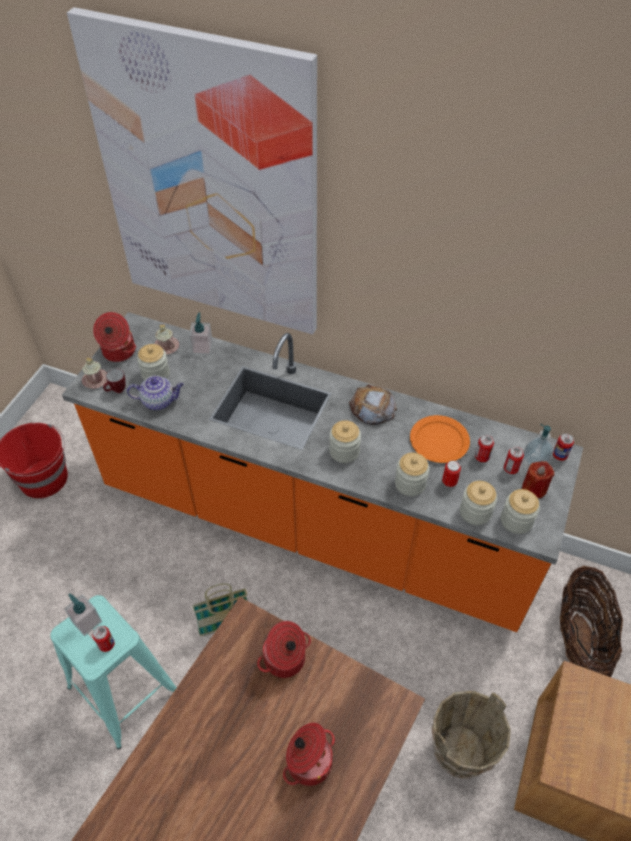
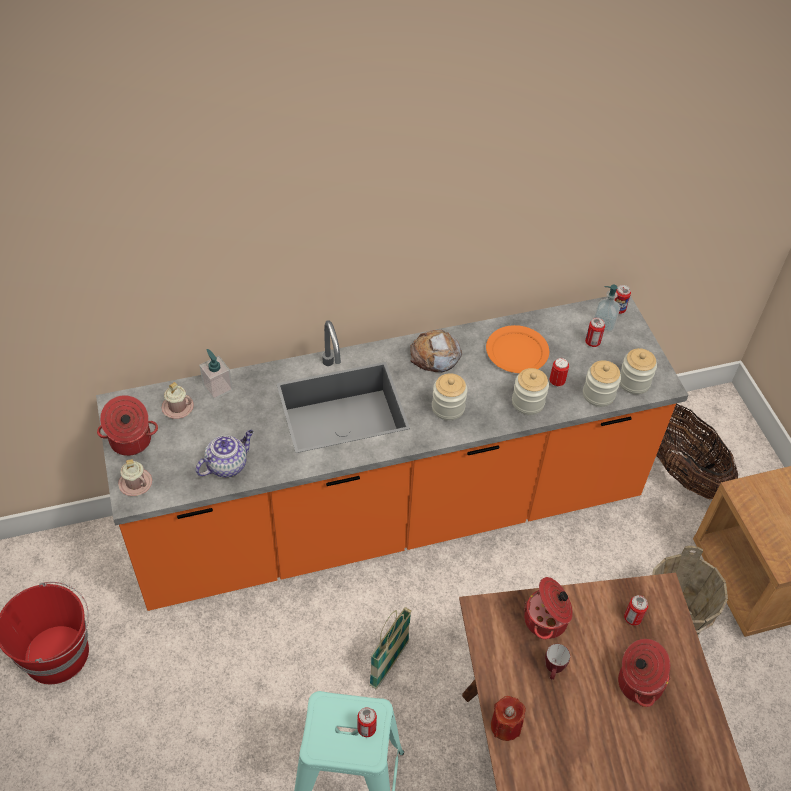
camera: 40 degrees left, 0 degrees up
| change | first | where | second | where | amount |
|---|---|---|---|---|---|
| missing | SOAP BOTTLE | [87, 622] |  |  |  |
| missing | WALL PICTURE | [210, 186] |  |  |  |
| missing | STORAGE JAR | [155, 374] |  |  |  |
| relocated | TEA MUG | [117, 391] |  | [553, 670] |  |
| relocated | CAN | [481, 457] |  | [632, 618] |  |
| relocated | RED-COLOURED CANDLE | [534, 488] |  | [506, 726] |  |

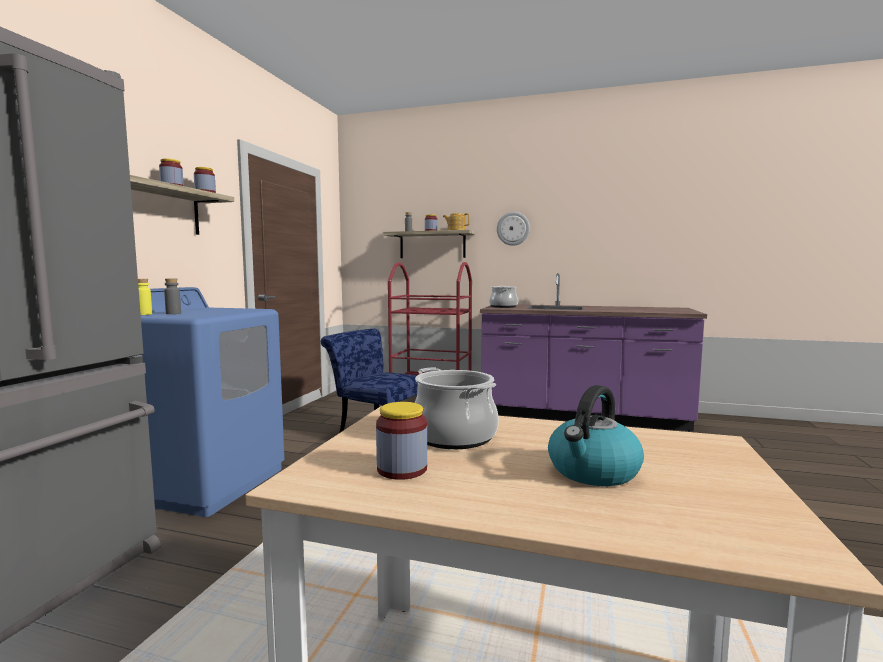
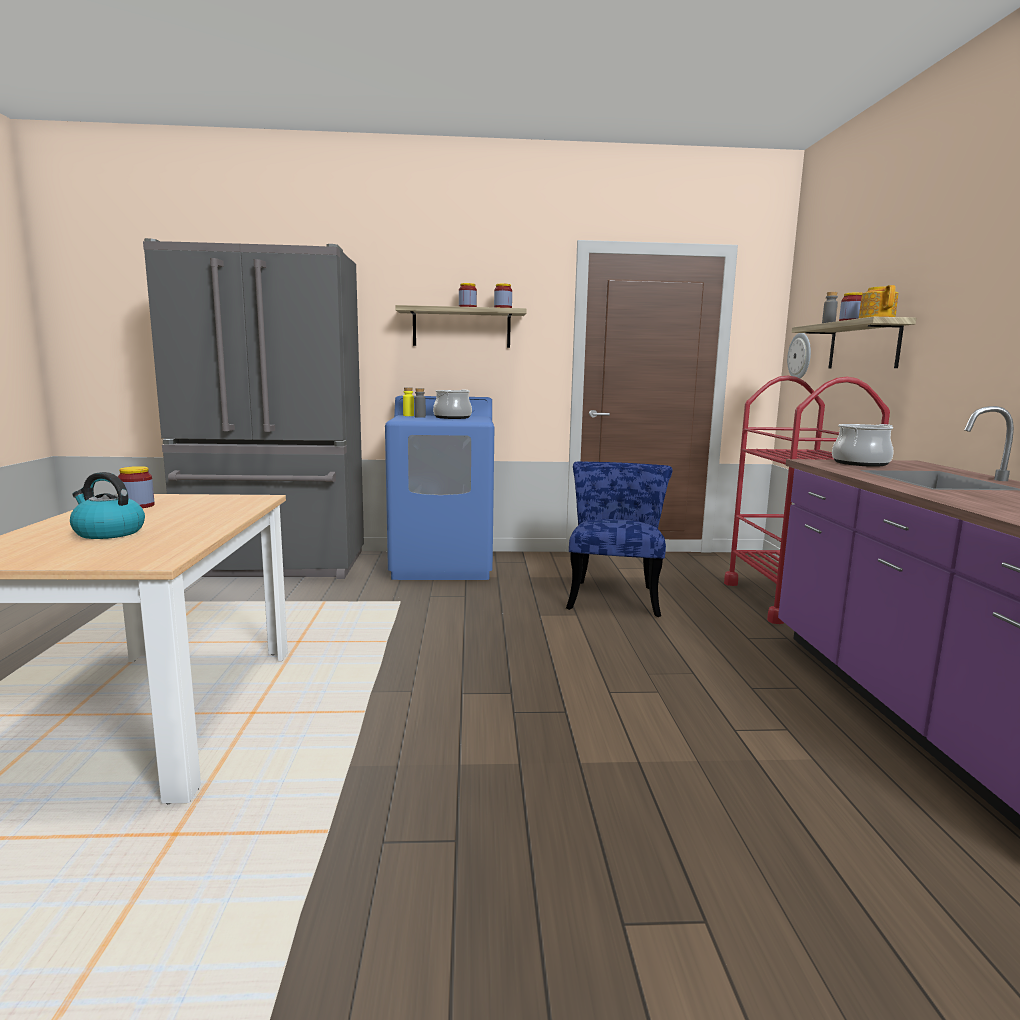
camera: 70 degrees right, 5 degrees up
| change | first | where | second | where | amount |
|---|---|---|---|---|---|
| relocated | STOCKPOT | [454, 436] |  | [452, 417] |  |
| relocated | CLOCK ON THE WALL | [513, 228] |  | [800, 356] |  |

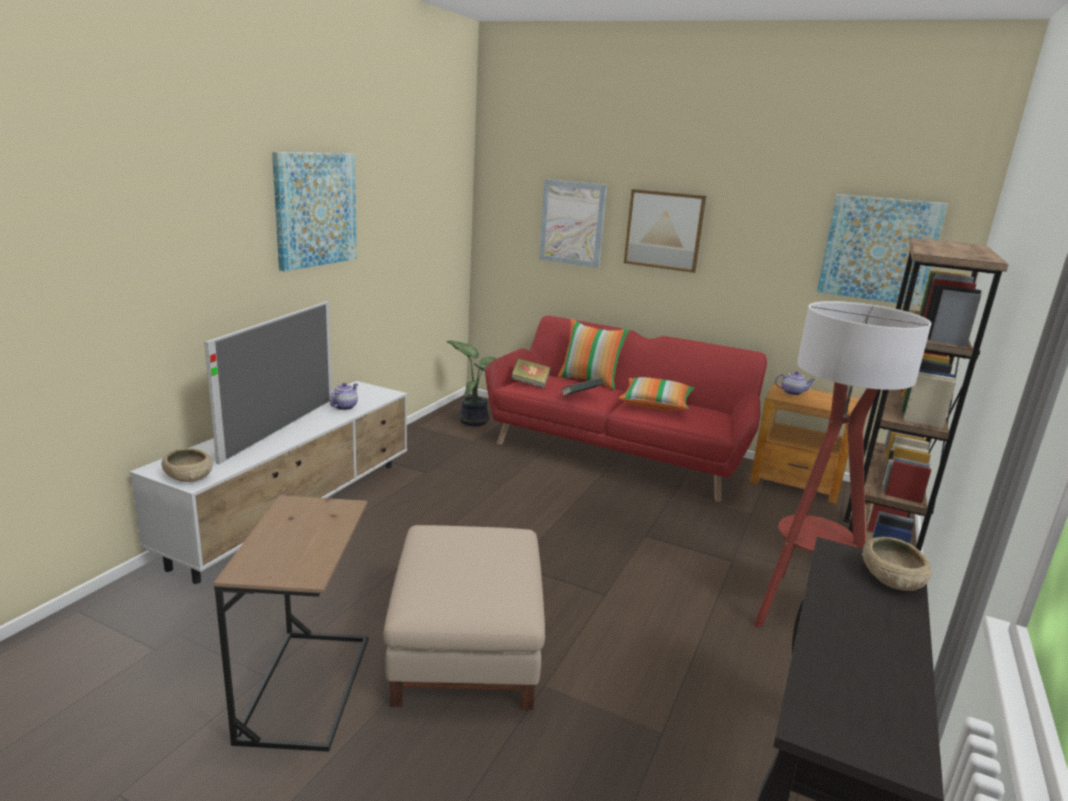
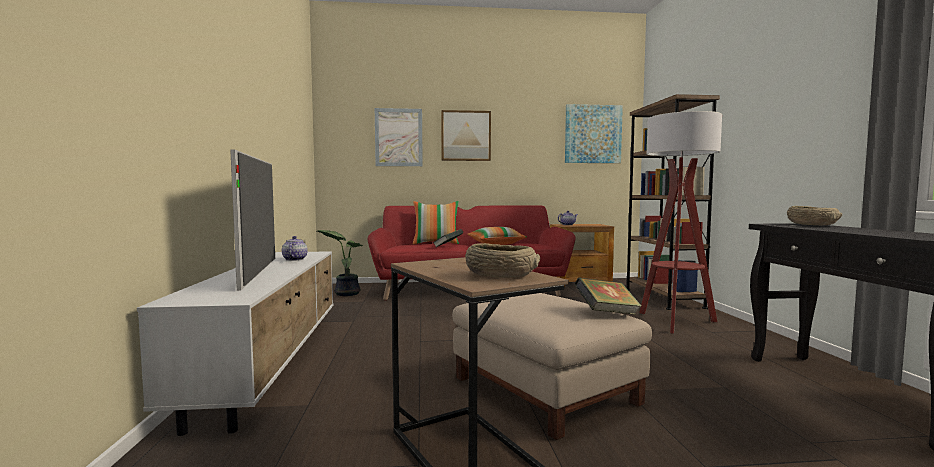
camera: 30 degrees left, 15 degrees down
| change | first | where | second | where | amount |
|---|---|---|---|---|---|
| missing | WALL PICTURE | [315, 209] |  |  |  |
| relocated | SAND-COLOURED DEEP DISH | [189, 475] |  | [501, 275] |  |
| relocated | BOUND BOOK | [530, 384] |  | [607, 313] |  |

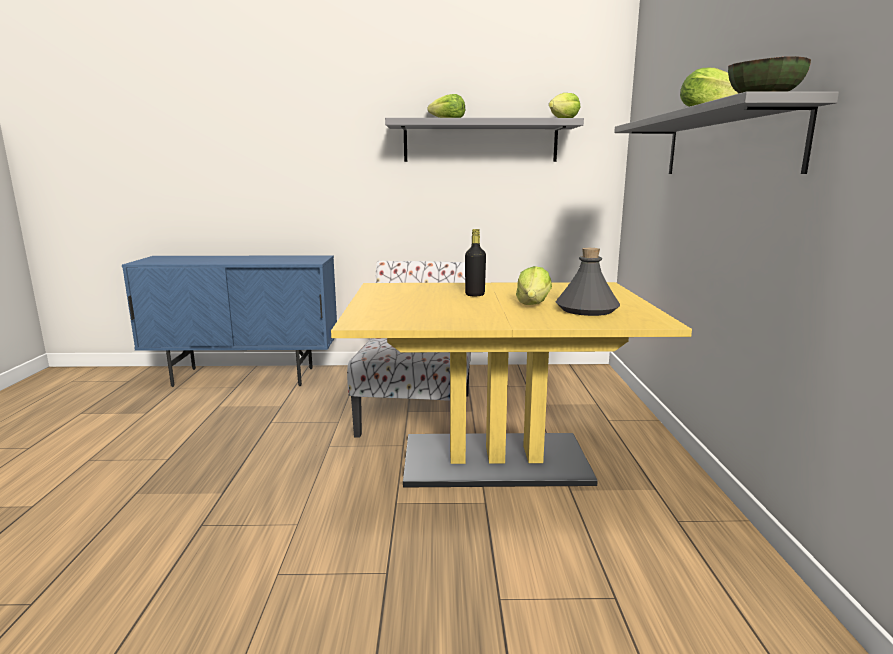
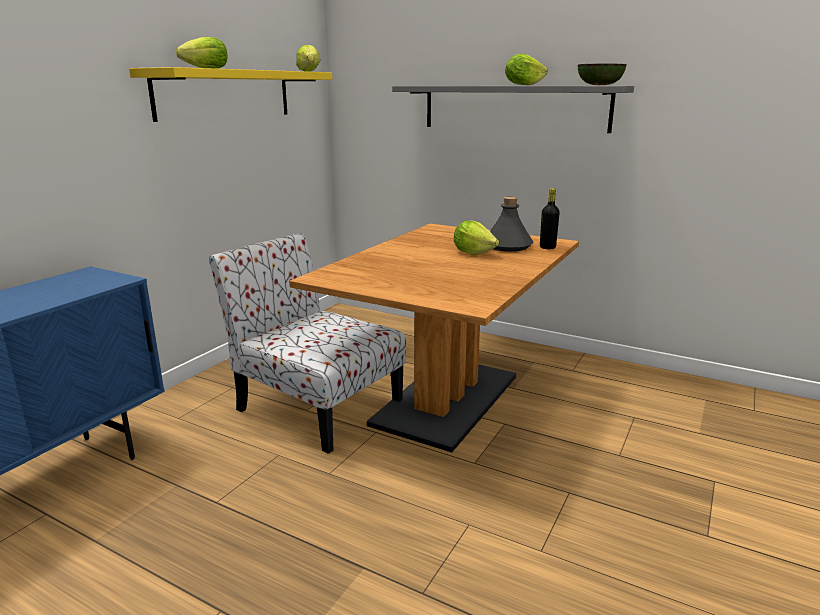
camera: 60 degrees left, 5 degrees up
| change | first | where | second | where | amount |
|---|---|---|---|---|---|
| relocated | BLACKISH BOTTLE | [475, 295] |  | [547, 247] |  |
| colour | YELLOW-COLOURED DINNER TABLE | [495, 460] | BROWNISH DINNER TABLE | [447, 400] |  |
| colour | GREY BRACKET SHELF | [480, 142] | YELLOW-COLOURED BRACKET SHELF | [225, 94] |  |

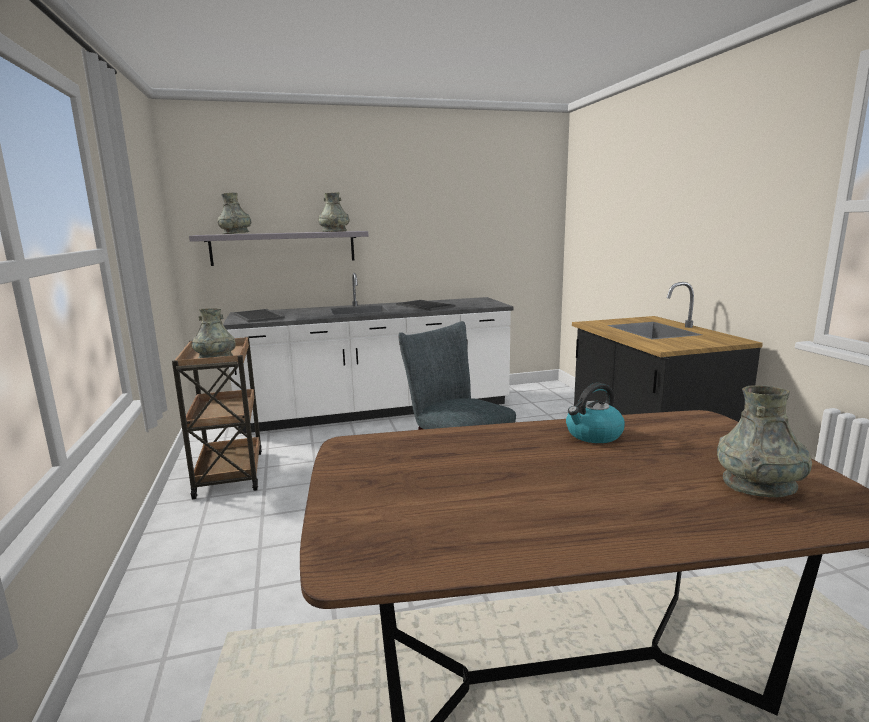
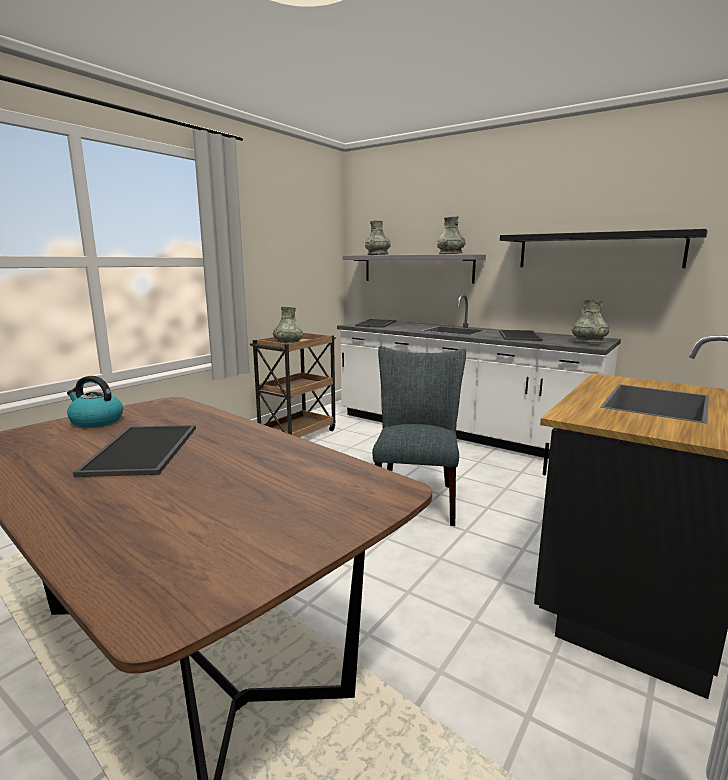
camera: 50 degrees right, 0 degrees up
| change | first | where | second | where | amount |
|---|---|---|---|---|---|
| appeared |  |  | SERVING TRAY | [144, 450] |  |
| appeared |  |  | BLACKISH BRACKET SHELF | [597, 250] |  |
| relocated | KETTLE | [593, 435] |  | [96, 421] |  |
| relocated | GREY DECORATIVE VASE | [758, 484] |  | [589, 342] |  |

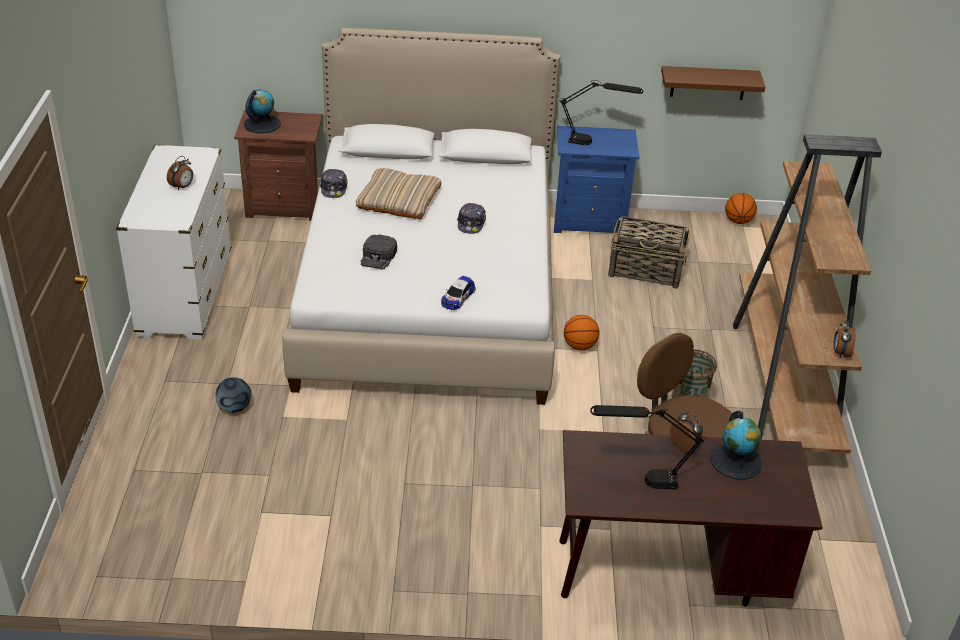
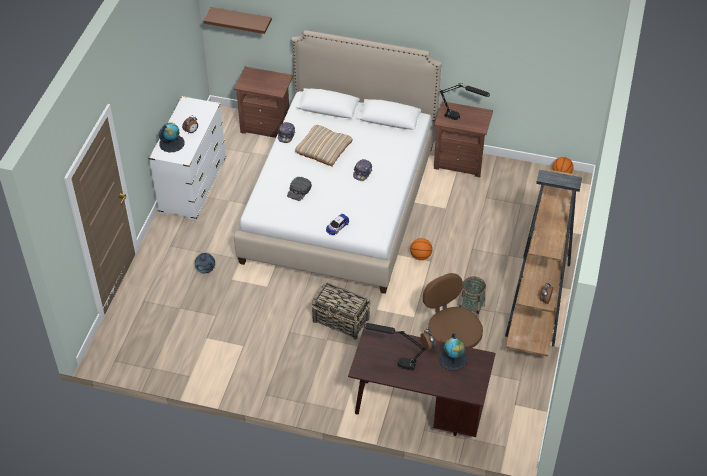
camera: 15 degrees right, 10 degrees up
| change | first | where | second | where | amount |
|---|---|---|---|---|---|
| relocated | WORLD GLOBE | [262, 124] |  | [172, 143] |  |
| relocated | STORAGE BASKET | [646, 271] |  | [341, 320] |  |
| relocated | BROWNISH BRACKET SHELF | [708, 83] |  | [241, 20] |  |
| colour | BLUE NIGHTSTAND | [589, 221] | BROWNISH NIGHTSTAND | [460, 162] |  |

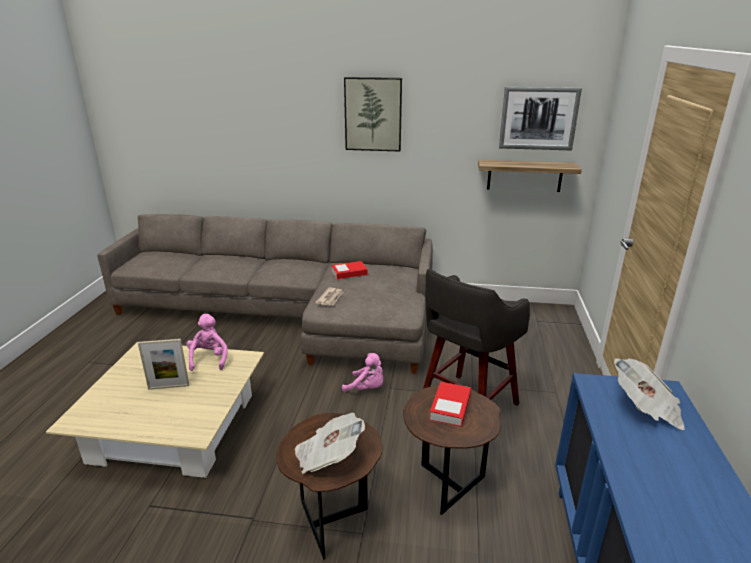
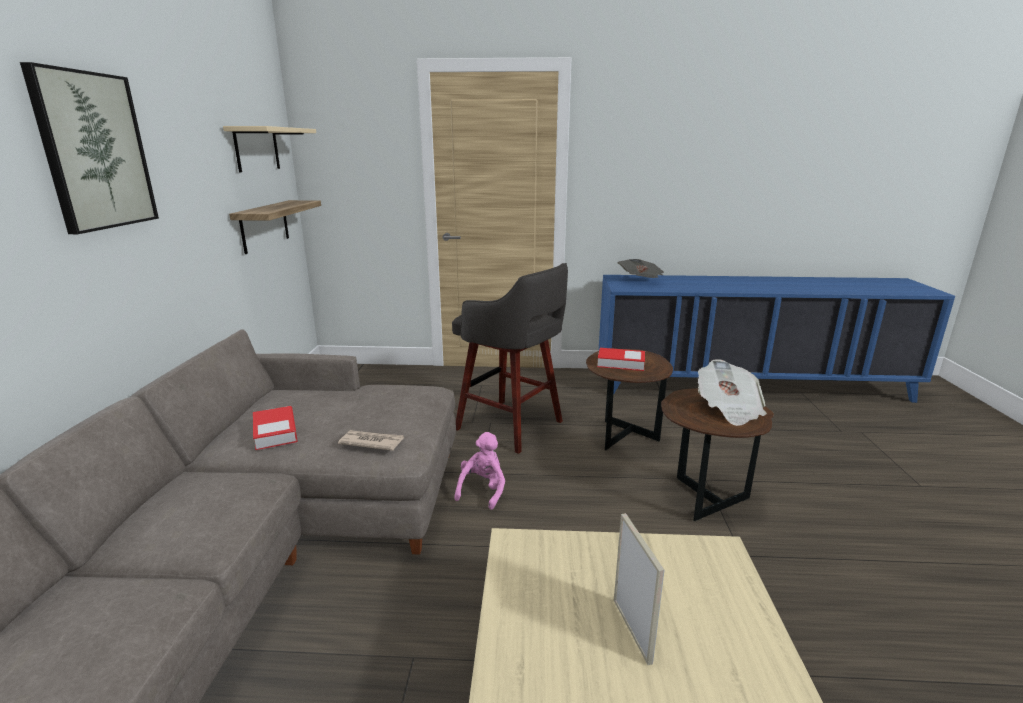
camera: 95 degrees left, 5 degrees down
| change | first | where | second | where | amount |
|---|---|---|---|---|---|
| missing | PINK-COLOURED CUDDLY TOY | [209, 359] |  |  |  |
| exchanged | WALL PICTURE | [538, 118] | SAND-COLOURED BRACKET SHELF | [257, 149] |  |

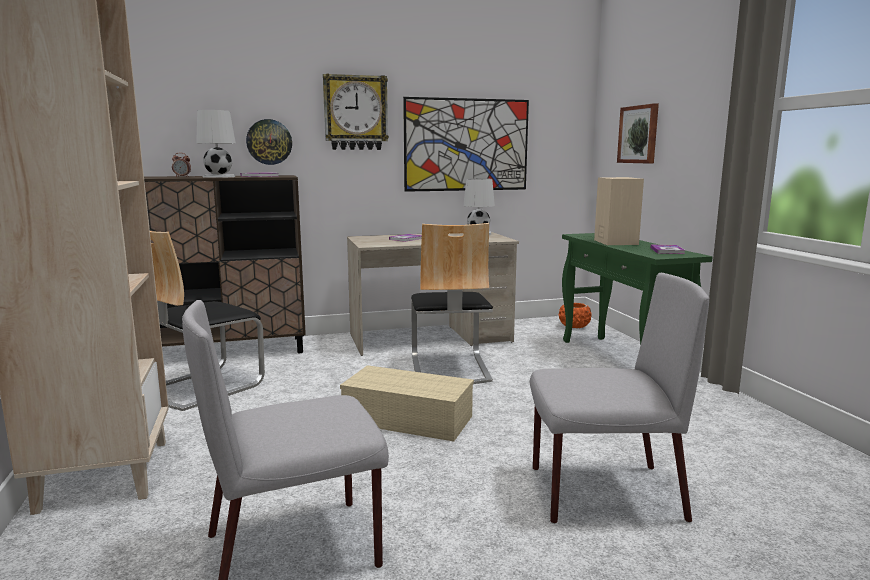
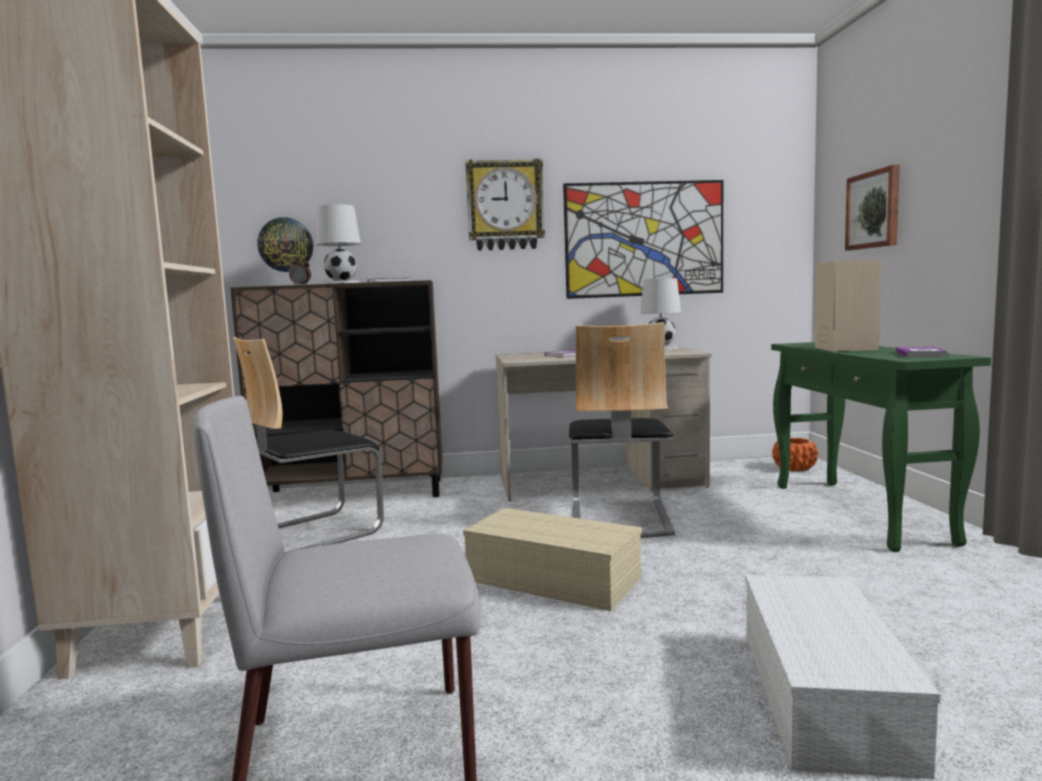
camera: 10 degrees right, 5 degrees down
| change | first | where | second | where | amount |
|---|---|---|---|---|---|
| relocated | CLOCK ON THE WALL | [269, 142] |  | [286, 245] |  |
| exchanged | GREY PLAIN CHAIR | [602, 493] | WHITE STORAGE CONTAINER | [827, 697] |  |

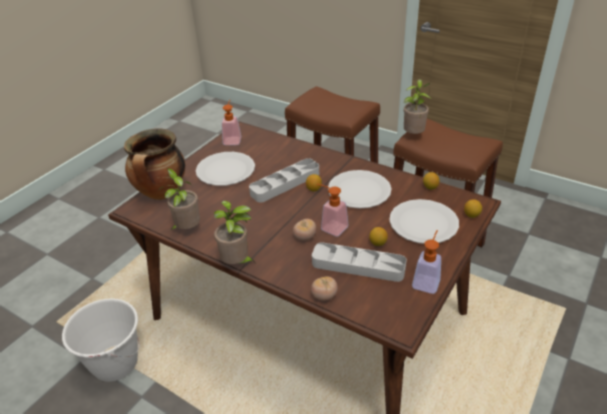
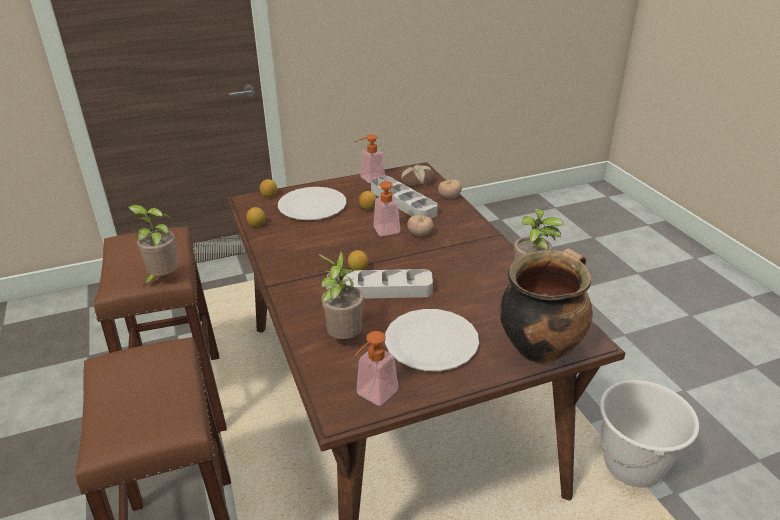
camera: 145 degrees left, 5 degrees down
| change | first | where | second | where | amount |
|---|---|---|---|---|---|
| missing | WHITE FLAT DISH | [359, 191] |  |  |  |
| appeared |  |  | BREAD | [417, 180] |  |
| relocated | HOUSEPLANT | [237, 263] |  | [343, 338] |  |

